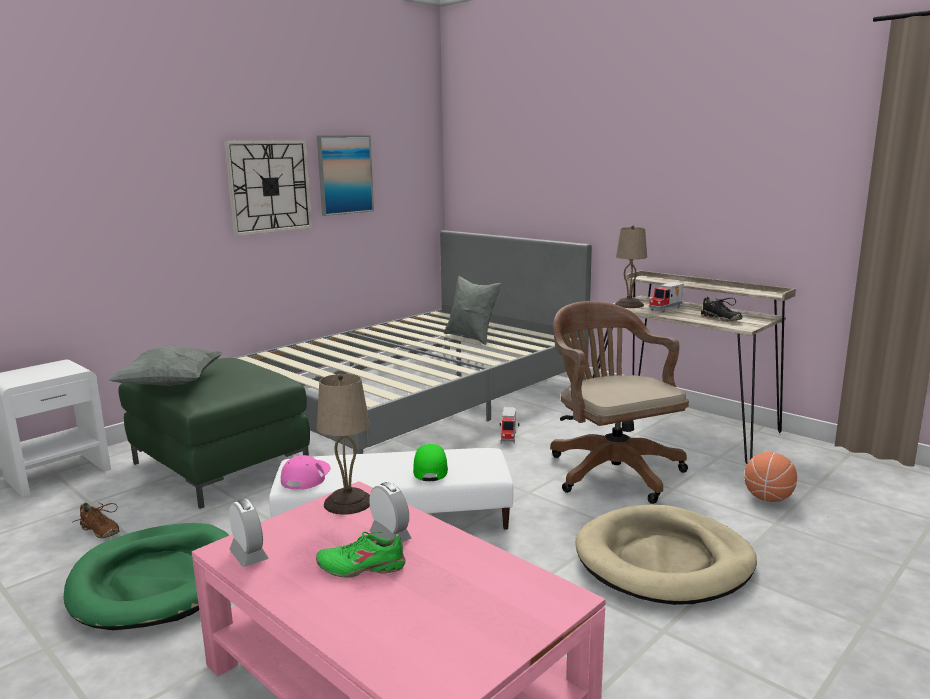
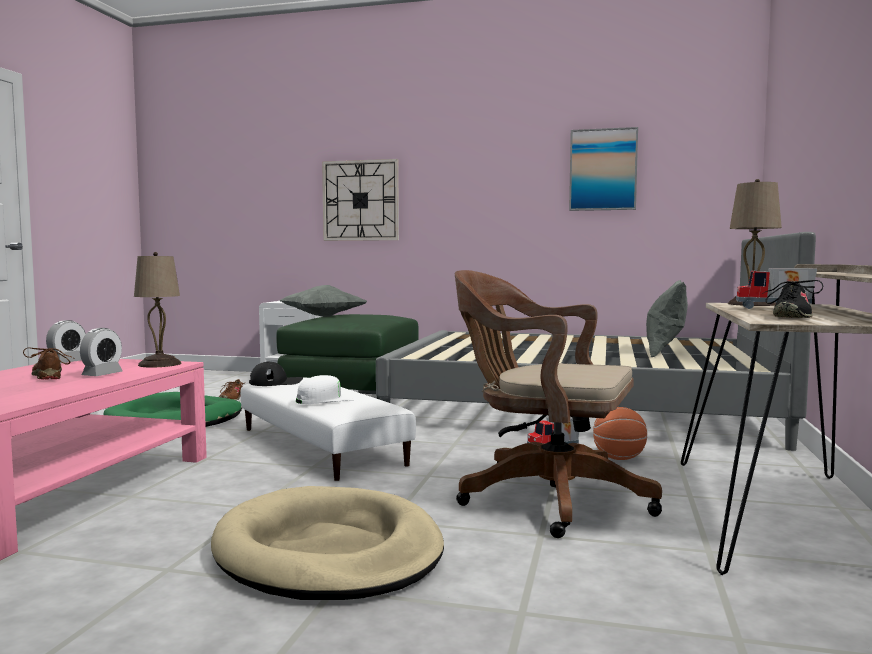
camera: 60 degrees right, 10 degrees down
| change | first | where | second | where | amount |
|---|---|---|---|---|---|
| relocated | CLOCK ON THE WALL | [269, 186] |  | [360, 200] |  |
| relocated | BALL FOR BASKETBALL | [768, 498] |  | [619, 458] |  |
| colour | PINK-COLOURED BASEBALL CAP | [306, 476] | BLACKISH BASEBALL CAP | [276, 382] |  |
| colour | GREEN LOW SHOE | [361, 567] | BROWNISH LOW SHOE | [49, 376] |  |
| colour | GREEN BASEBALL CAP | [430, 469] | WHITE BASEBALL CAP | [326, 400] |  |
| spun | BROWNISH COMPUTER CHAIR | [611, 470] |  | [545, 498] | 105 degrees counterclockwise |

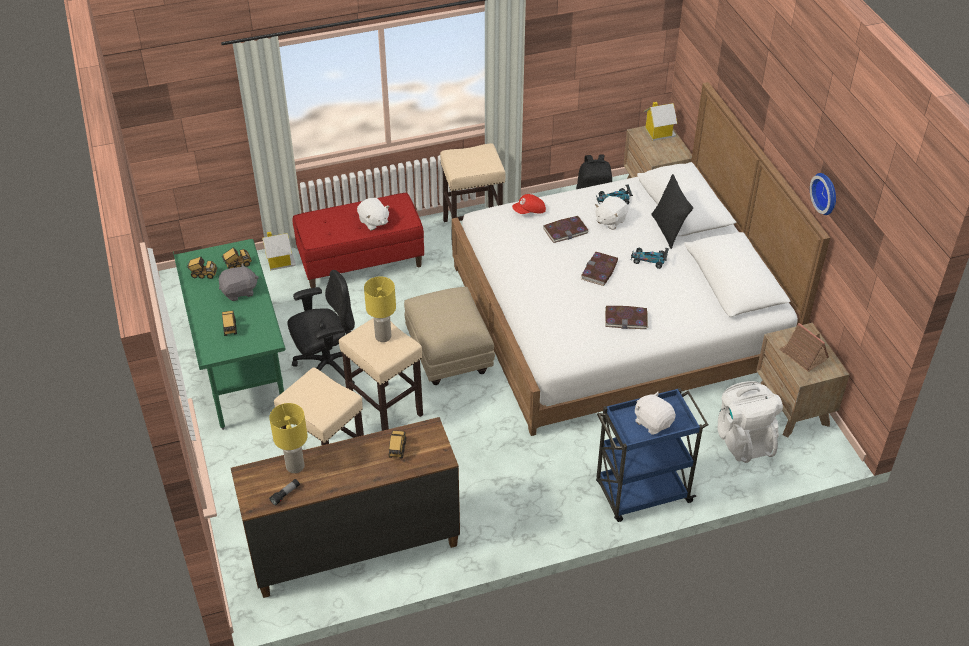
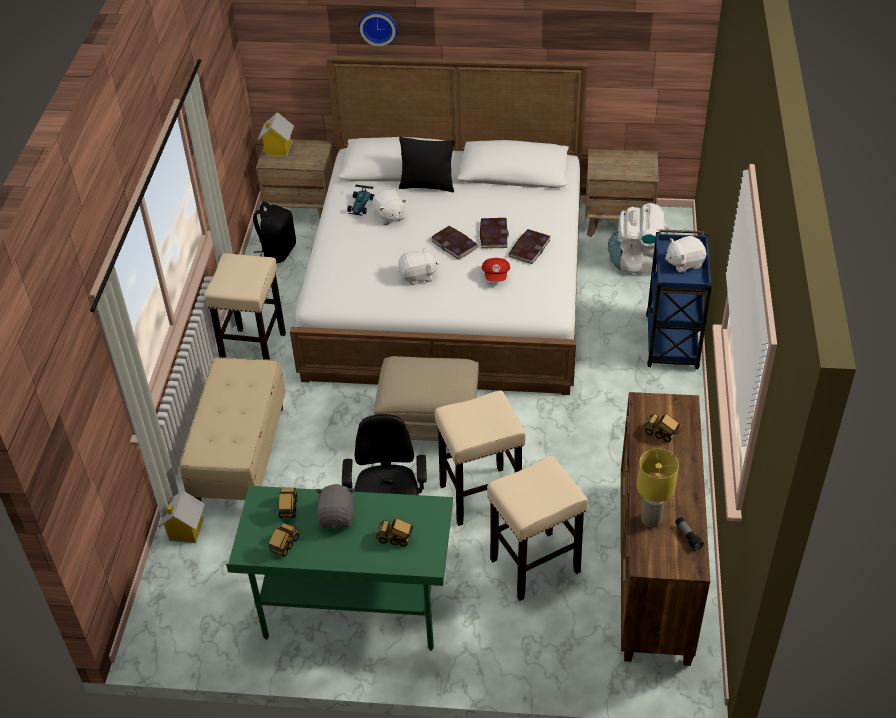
camera: 65 degrees left, 0 degrees up
| change | first | where | second | where | amount |
|---|---|---|---|---|---|
| missing | YELLOW-COLOURED TABLETOP LAMP | [382, 337] |  |  |  |
| missing | TOY CAR | [649, 260] |  |  |  |
| missing | MODEL HOUSE | [803, 355] |  |  |  |
| relocated | WHITE CUDDLY TOY | [373, 222] |  | [418, 276] |  |
| relocated | RED-COLOURED BASEBALL CAP | [529, 211] |  | [496, 275] |  |
| relocated | BOUND BOOK | [565, 231] |  | [493, 235] |  |
| relocated | CLOCK ON THE WALL | [826, 193] |  | [378, 26] |  |
| colour | RED-COLOURED BENCH | [361, 262] | SAND-COLOURED BENCH | [240, 456] |  |

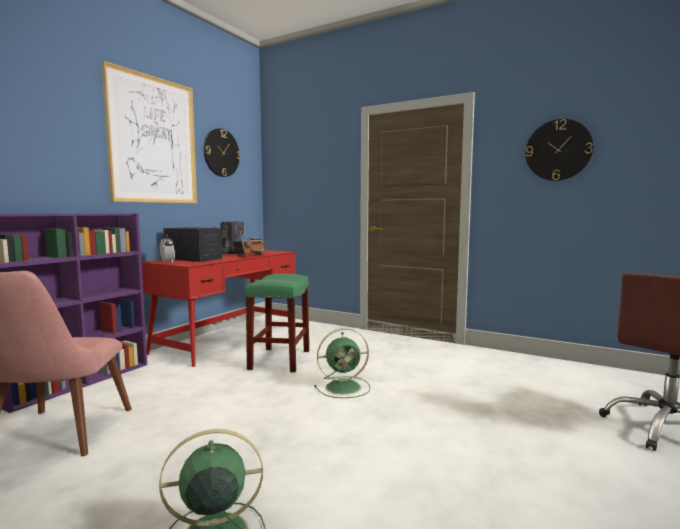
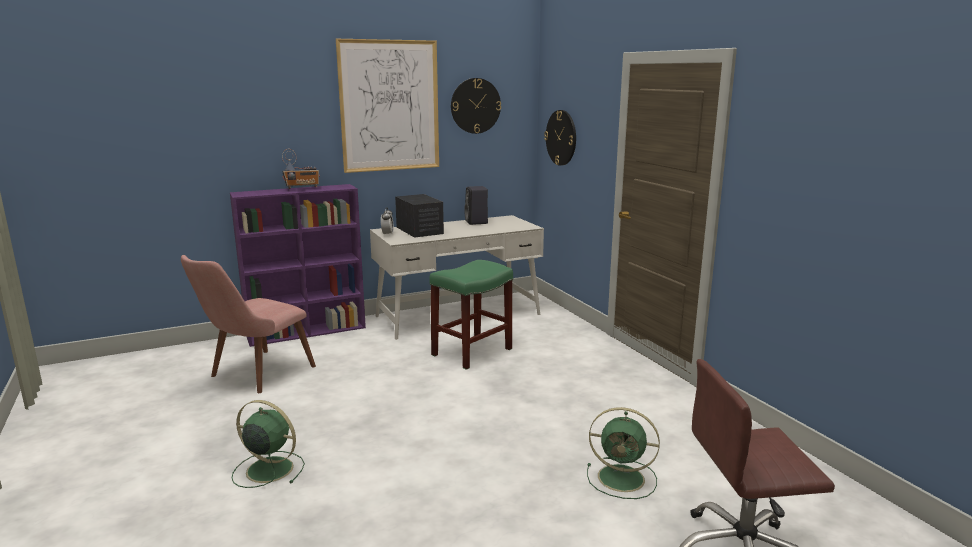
camera: 35 degrees right, 10 degrees up
| change | first | where | second | where | amount |
|---|---|---|---|---|---|
| relocated | RADIO SET | [249, 256] |  | [302, 188] |  |
| relocated | GREEN ELECTRIC FAN | [344, 387] |  | [623, 478] |  |
| relocated | CLOCK ON THE WALL | [558, 150] |  | [561, 137] |  |
| colour | RED-COLOURED DESK TABLE | [229, 339] | WHITE DESK TABLE | [458, 315] |  |

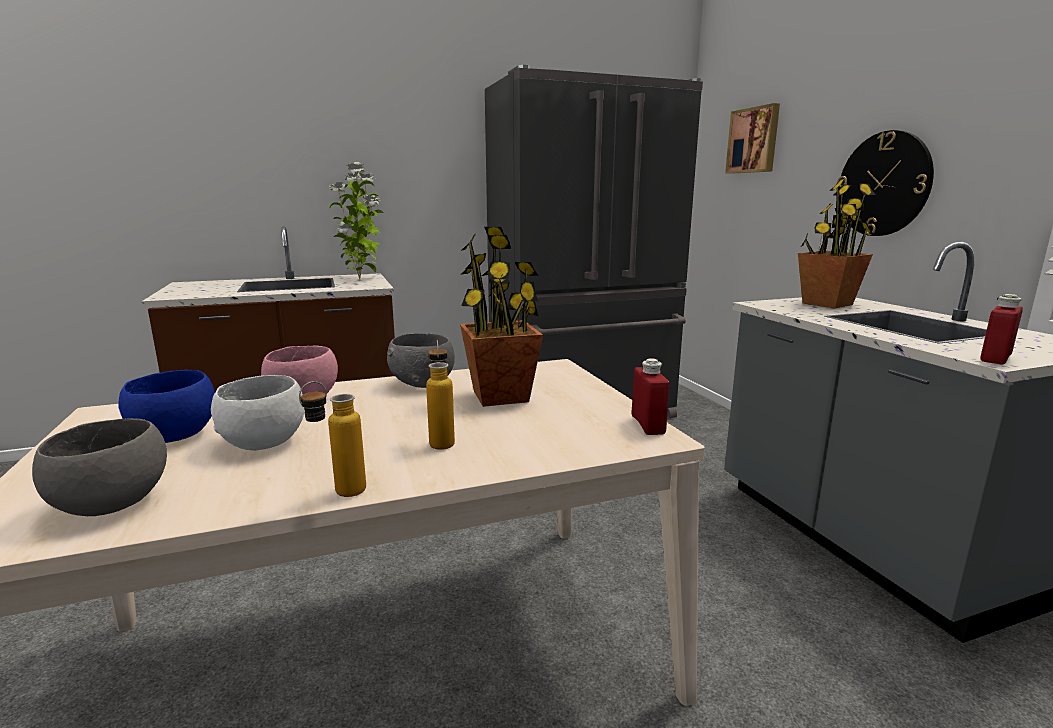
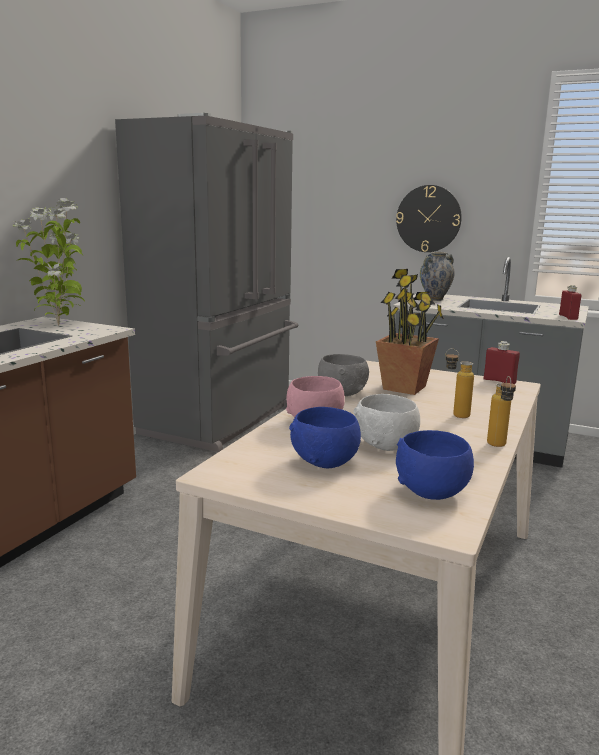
camera: 45 degrees left, 0 degrees up
| change | first | where | second | where | amount |
|---|---|---|---|---|---|
| missing | WALL PICTURE | [754, 140] |  |  |  |
| exchanged | HOUSEPLANT | [826, 304] | DECORATIVE VASE | [435, 299] |  |
| colour | GREY DEEP DISH | [111, 505] | BLUE DEEP DISH | [432, 492] |  |

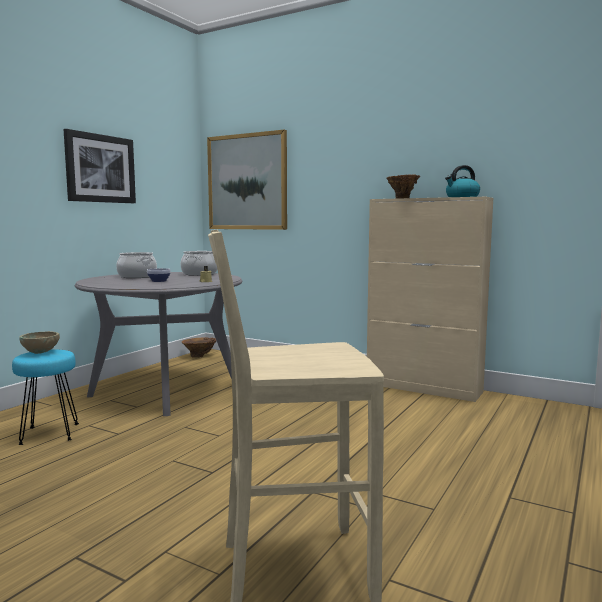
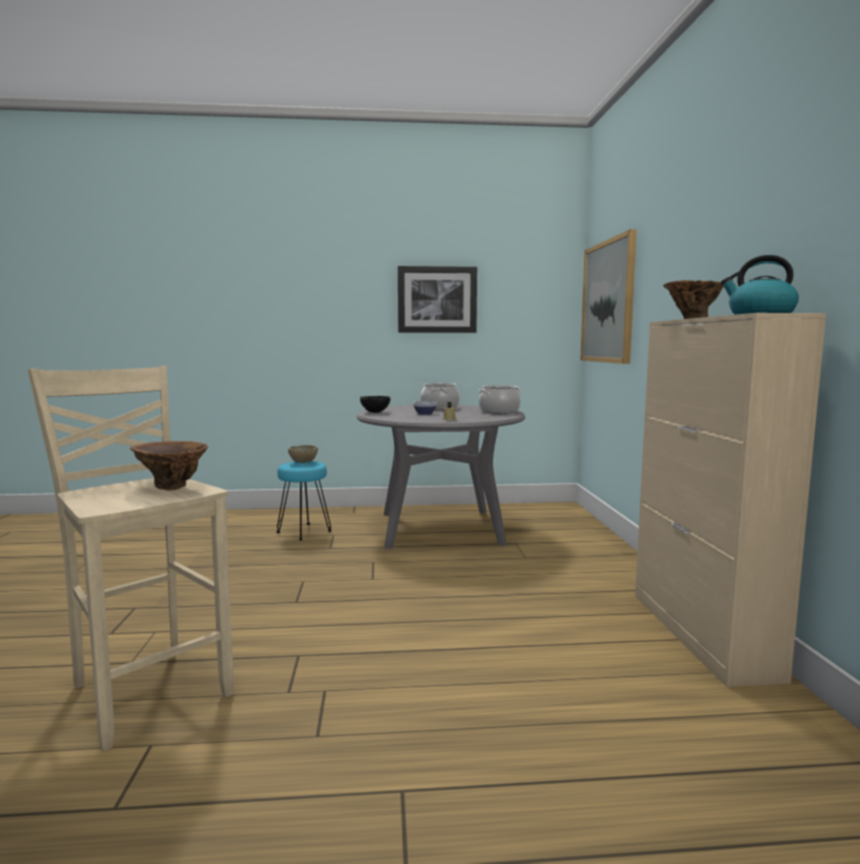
camera: 55 degrees right, 0 degrees up
| change | first | where | second | where | amount |
|---|---|---|---|---|---|
| appeared |  |  | BLACKISH DEEP DISH | [375, 412] |  |
| relocated | BROWNISH DECORATIVE VASE | [200, 356] |  | [171, 488] |  |

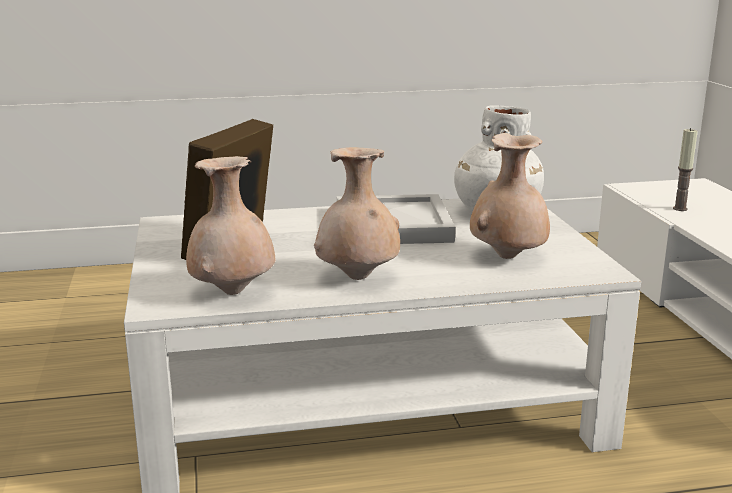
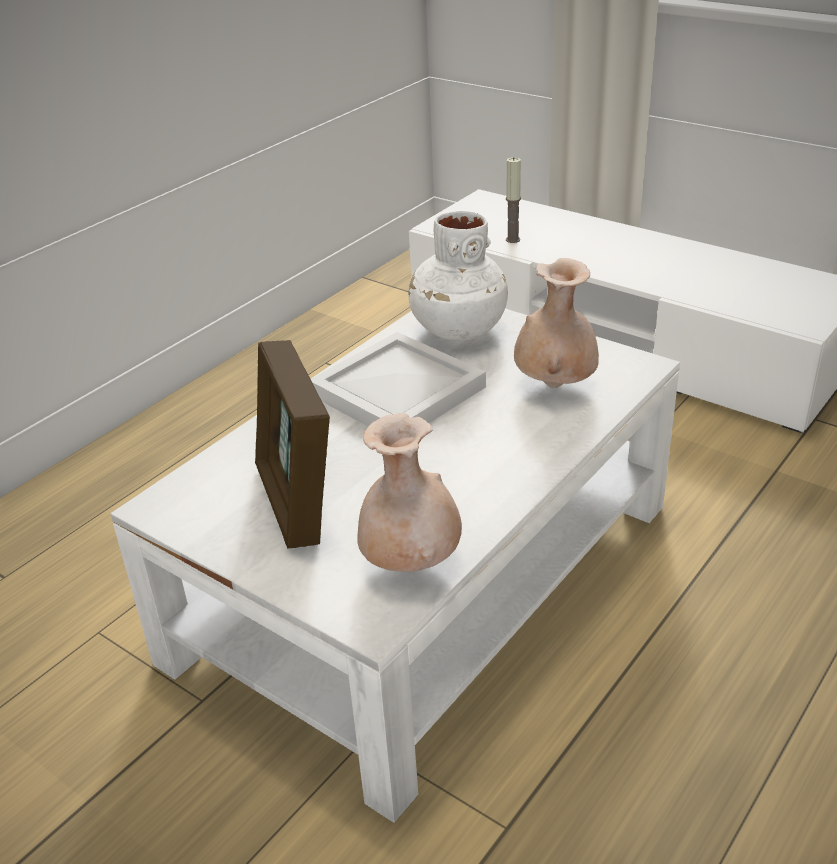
camera: 40 degrees left, 15 degrees up
| change | first | where | second | where | amount |
|---|---|---|---|---|---|
| missing | SAND-COLOURED DECORATIVE VASE | [358, 278] |  |  |  |

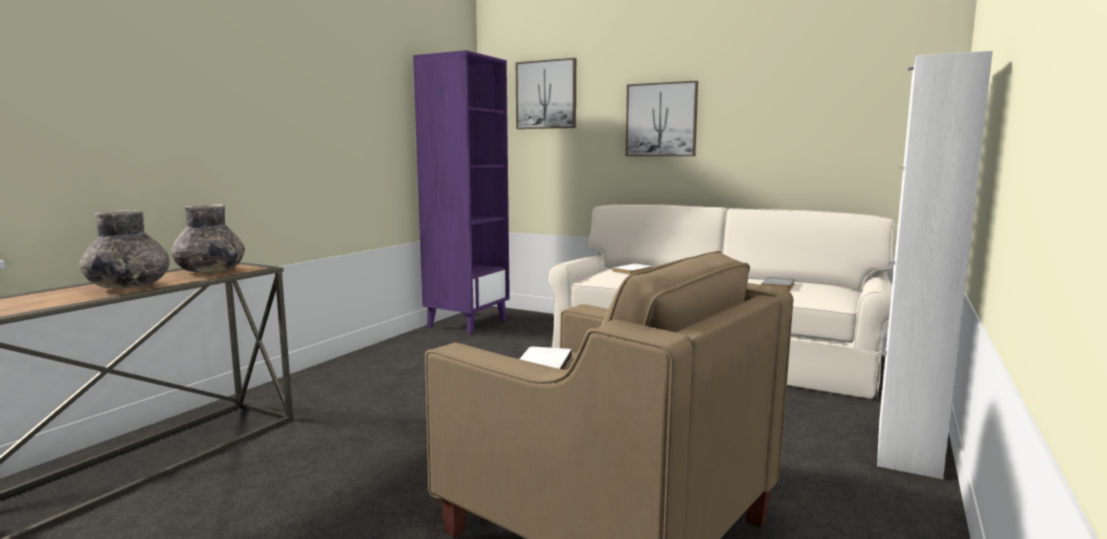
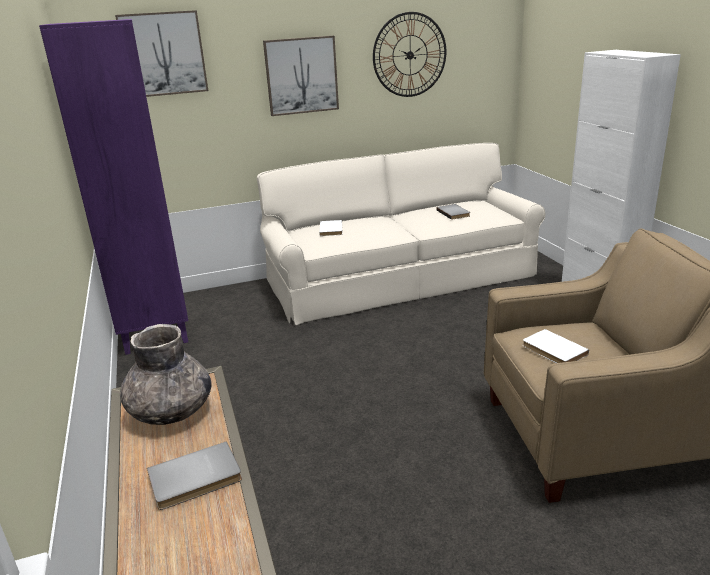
camera: 45 degrees left, 15 degrees up
| change | first | where | second | where | amount |
|---|---|---|---|---|---|
| appeared |  |  | CLOCK ON THE WALL | [410, 55] |  |
| exchanged | GREY DECORATIVE VASE | [128, 286] | GREY BOUND BOOK | [196, 479] |  |

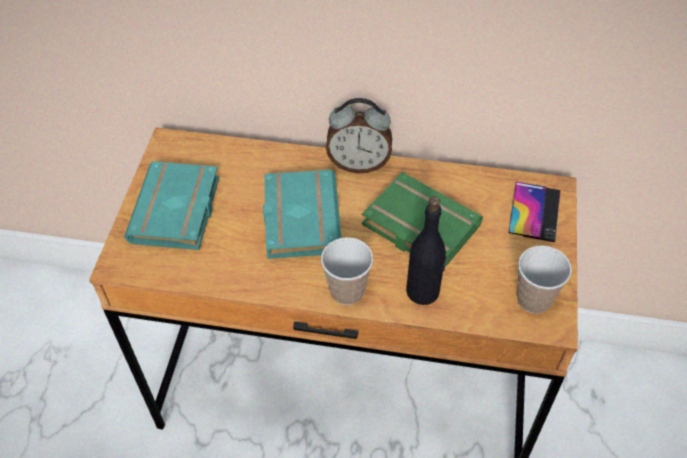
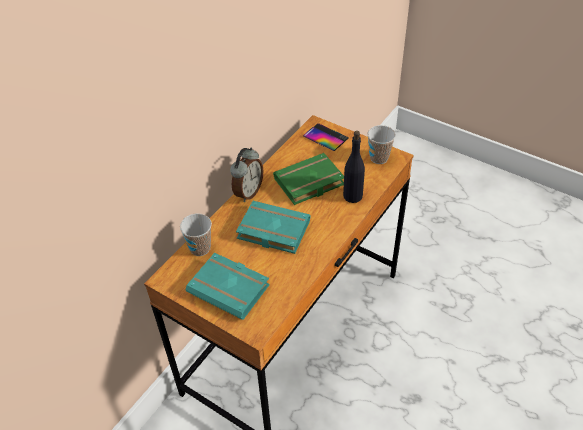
camera: 65 degrees left, 5 degrees down
| change | first | where | second | where | amount |
|---|---|---|---|---|---|
| relocated | CUP | [347, 291] |  | [200, 248] |  |

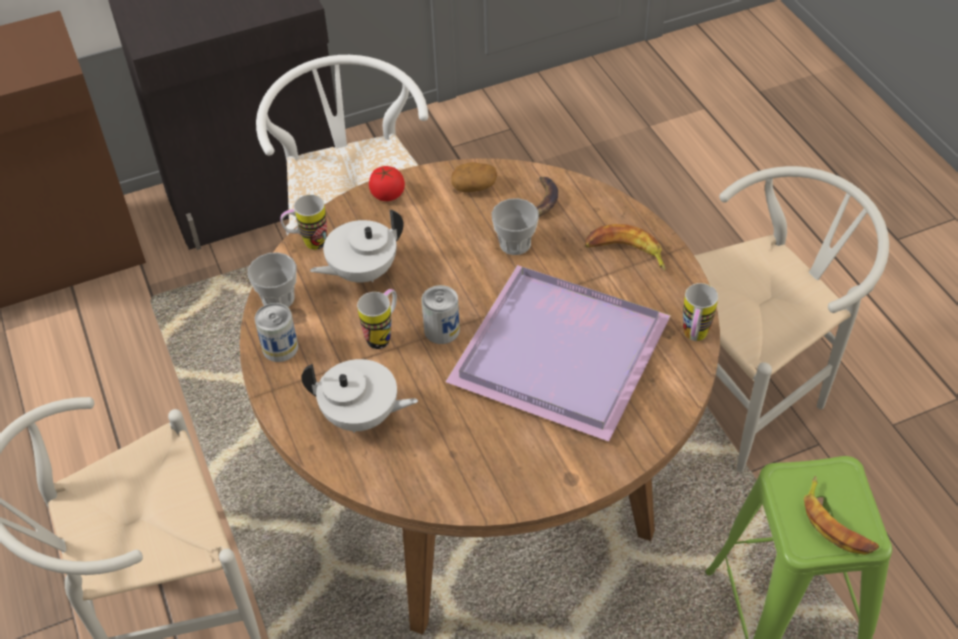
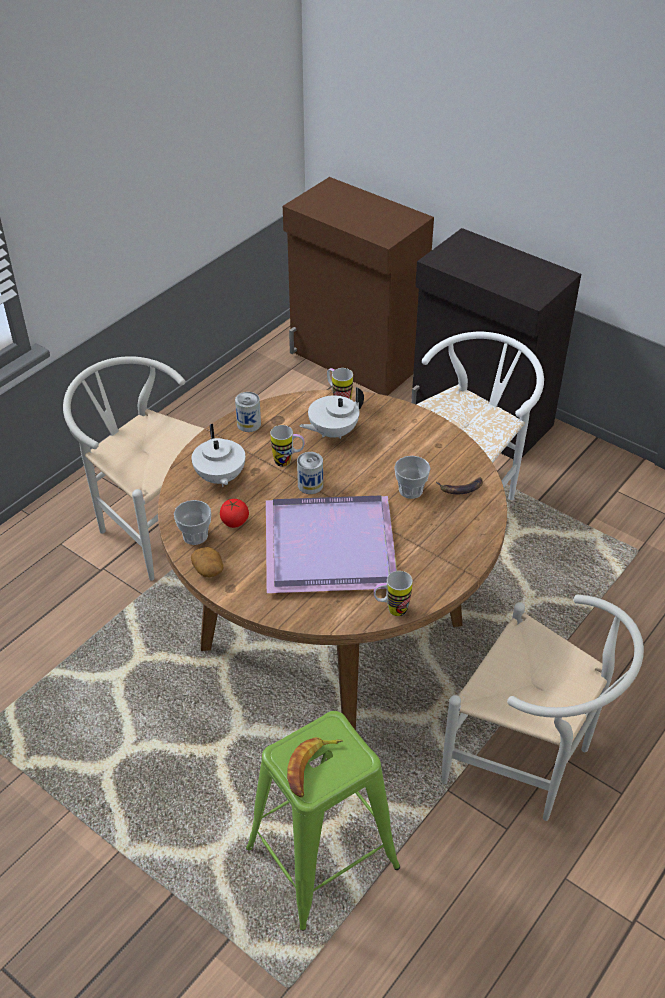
camera: 60 degrees right, 5 degrees down
| change | first | where | second | where | amount |
|---|---|---|---|---|---|
| missing | BANANA FRUIT | [625, 253] |  |  |  |
| relocated | CUP | [278, 298] |  | [195, 536] |  |
| relocated | FRESH TOMATO | [387, 194] |  | [234, 522] |  |
| relocated | SPUD | [474, 186] |  | [208, 569] |  |
| spun | WHITE TEAPOT | [362, 272] |  | [332, 432] | 60 degrees counterclockwise |

